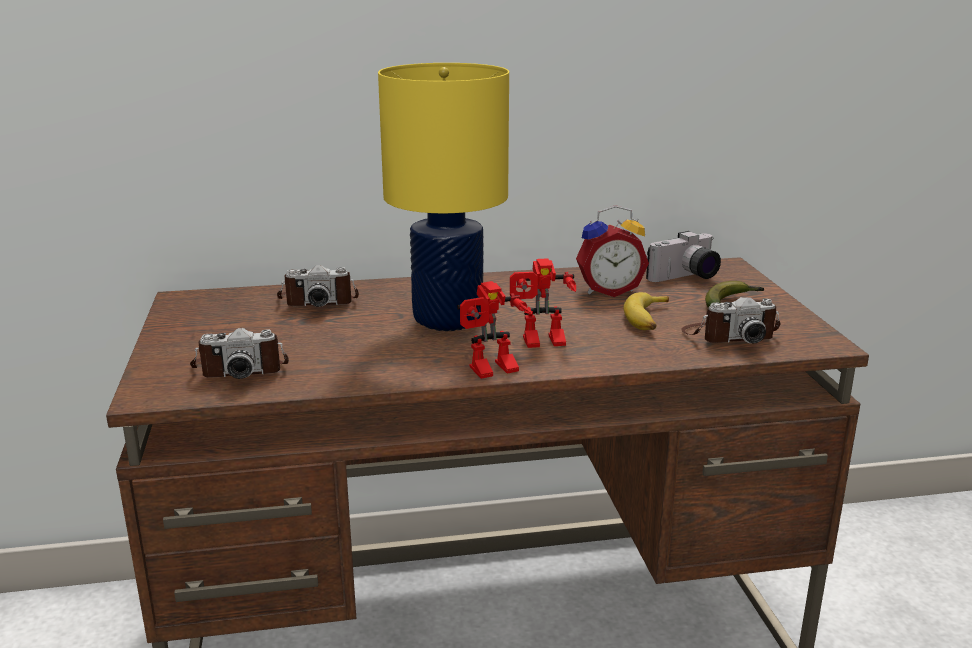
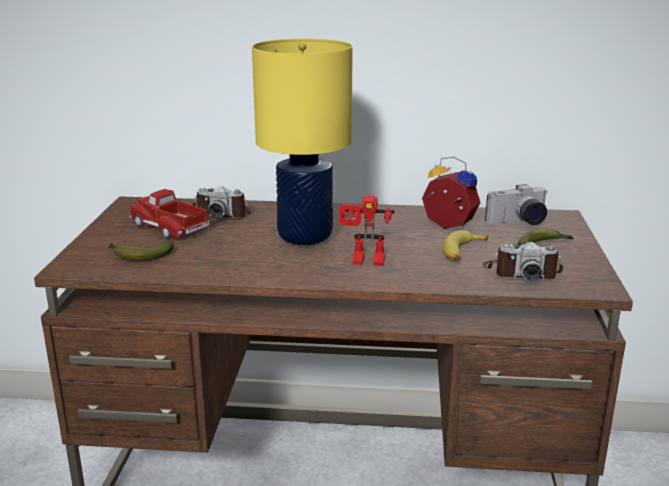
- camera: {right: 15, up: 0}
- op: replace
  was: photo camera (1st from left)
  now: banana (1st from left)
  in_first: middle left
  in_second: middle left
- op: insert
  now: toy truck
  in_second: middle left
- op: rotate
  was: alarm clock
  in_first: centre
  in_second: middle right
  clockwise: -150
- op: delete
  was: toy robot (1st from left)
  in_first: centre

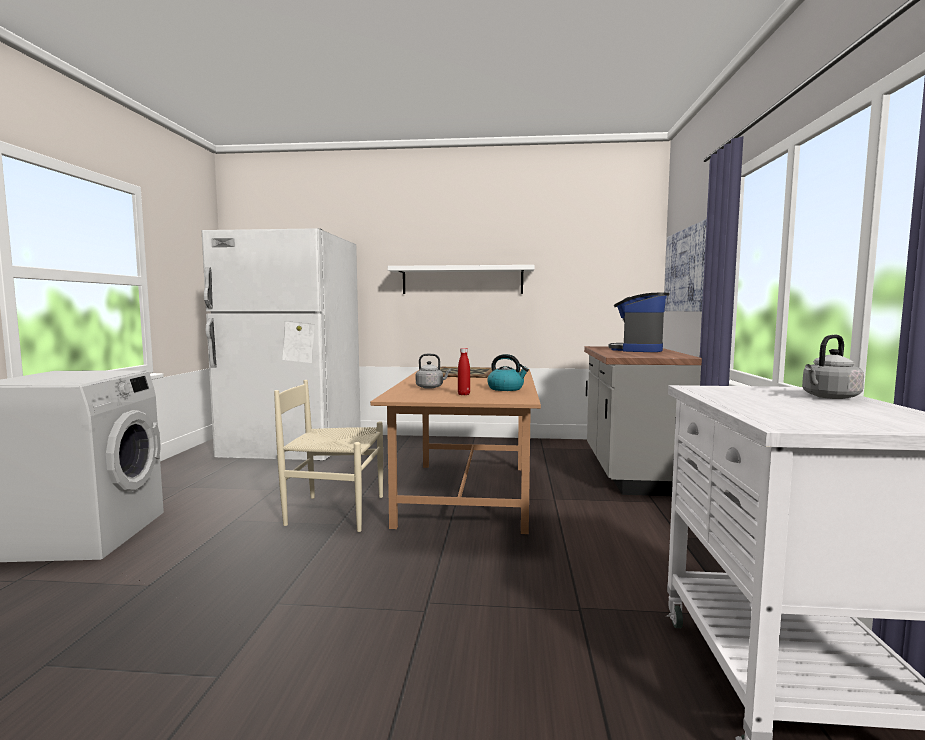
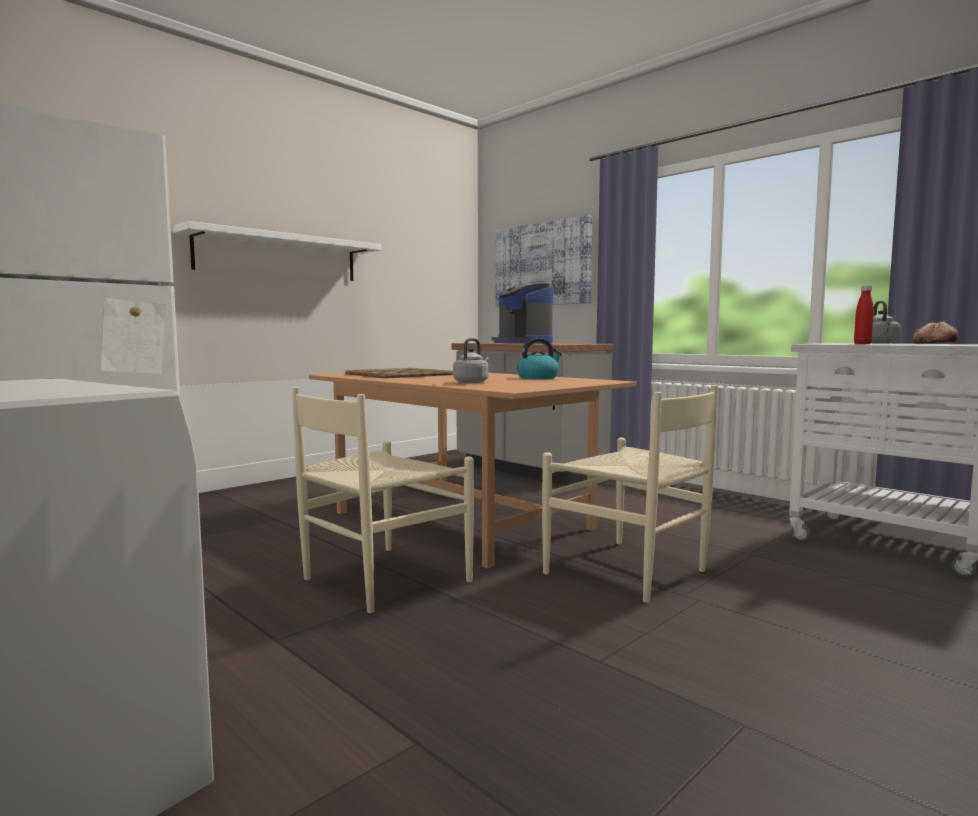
- camera: {right: -50, up: 0}
- op: insert
  now: beige chair (2nd from left)
  in_second: centre
- op: move
  was: red bottle
  in_first: centre
  in_second: middle right
- op: insert
  now: bread
  in_second: middle right

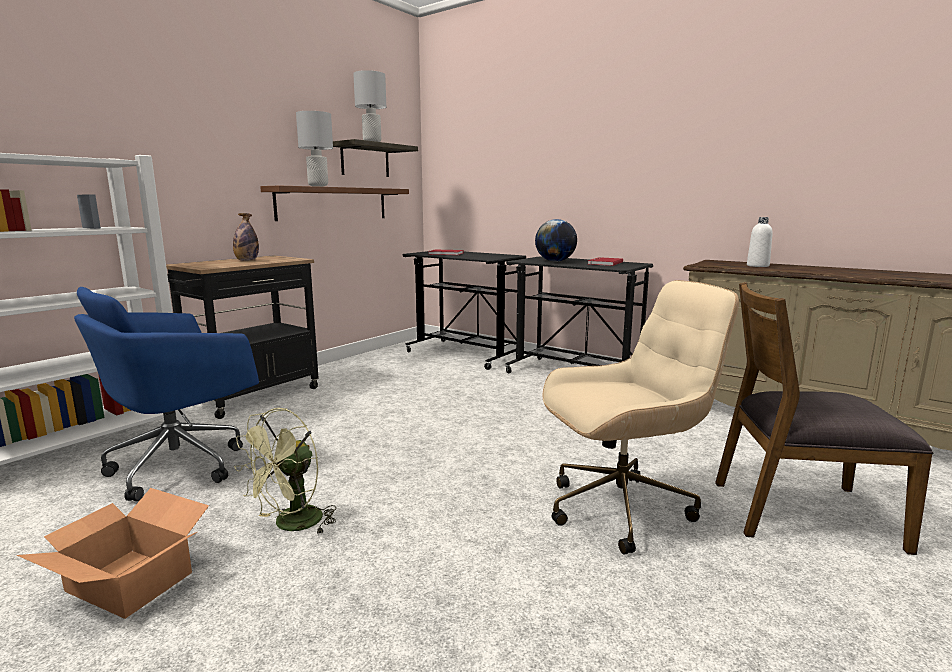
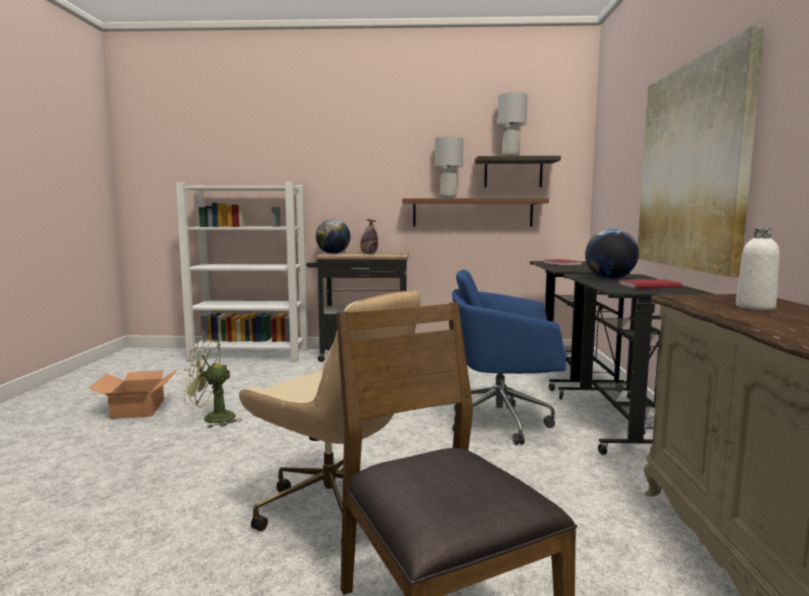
- camera: {right: 55, up: -5}
- op: insert
  now: globe (1st from left)
  in_second: centre
- op: move
  was: blue office chair
  in_first: middle left
  in_second: centre
- op: insert
  now: picture
  in_second: top right

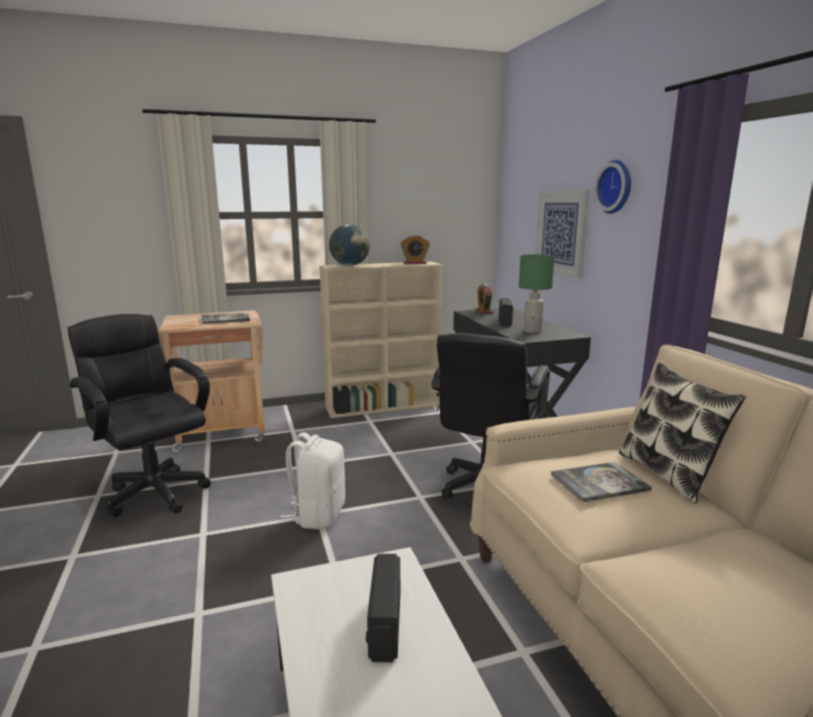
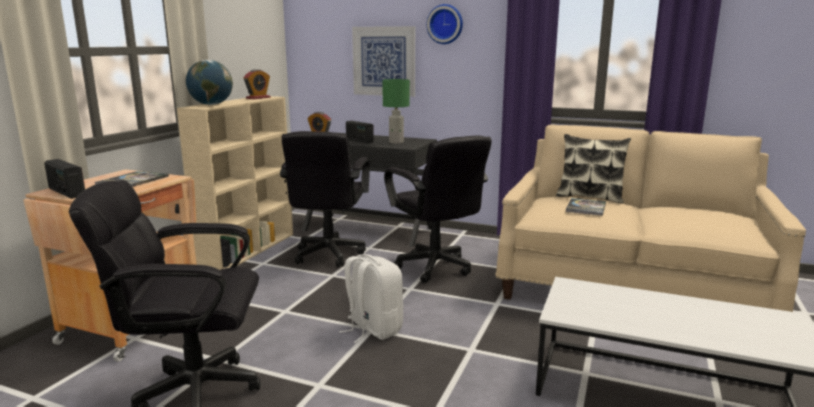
- camera: {right: -50, up: 0}
- op: move
  was: radio (1st from left)
  in_first: bottom centre
  in_second: middle left
- op: insert
  now: black office chair (2nd from left)
  in_second: centre

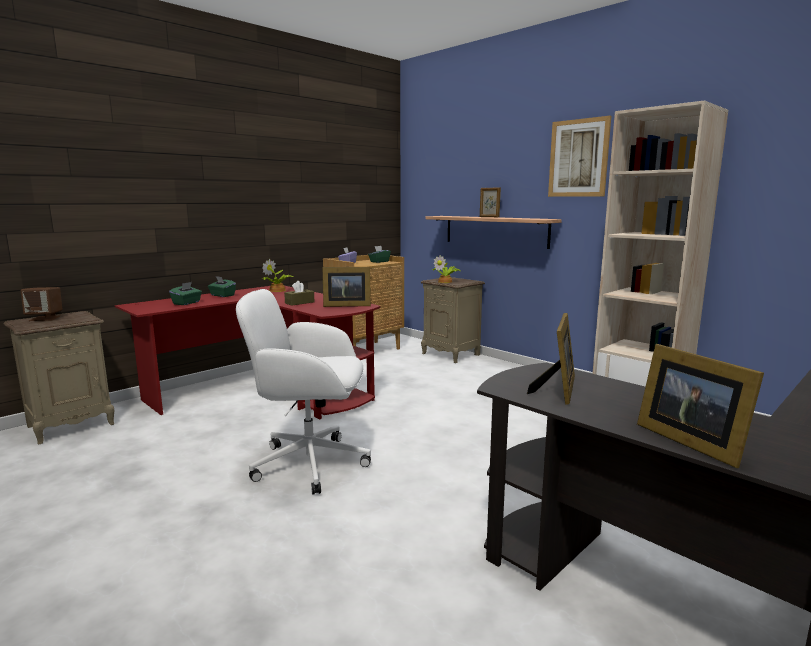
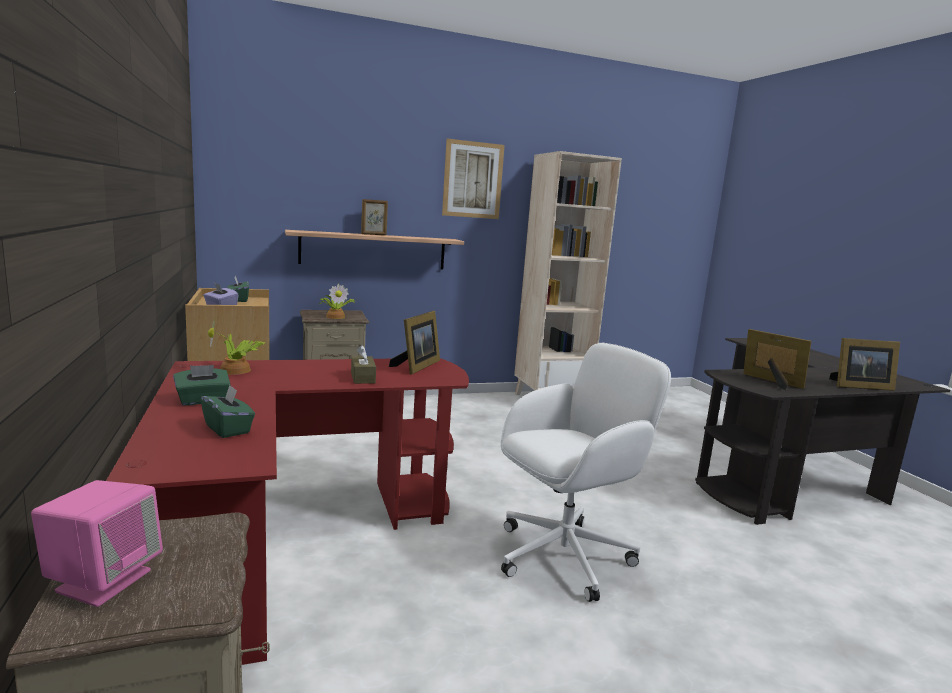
- camera: {right: -65, up: 0}
- op: recolor
  was: brown speaker
  now: pink speaker
  in_first: middle left
  in_second: bottom left
- op: rotate
  was: white office chair
  in_first: centre
  in_second: bottom centre
  clockwise: -150

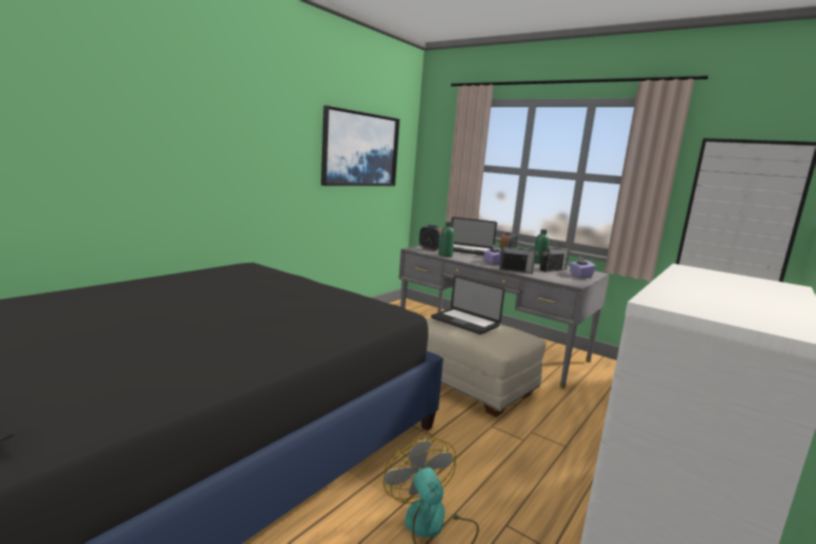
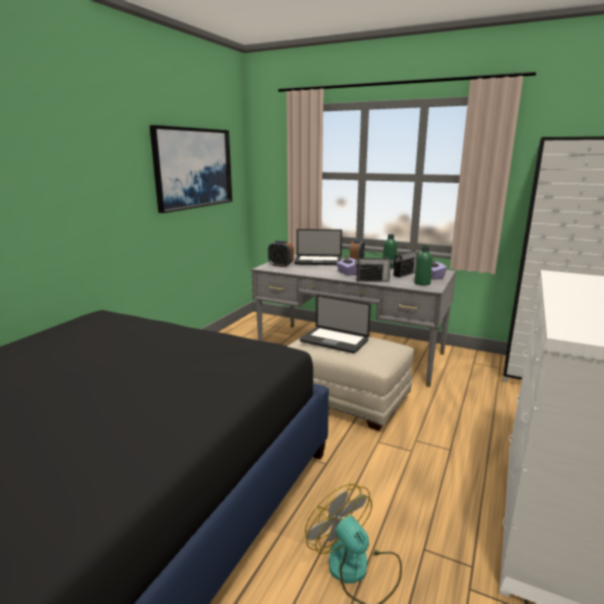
- camera: {right: -10, up: 5}
- op: move
  was: green bottle (1st from left in the first image)
  now: green bottle (2nd from left)
  in_first: centre
  in_second: middle right

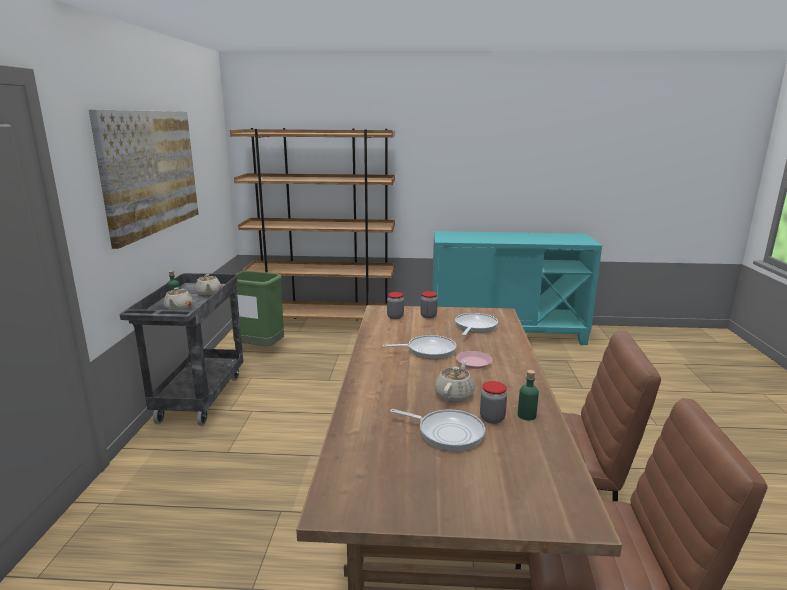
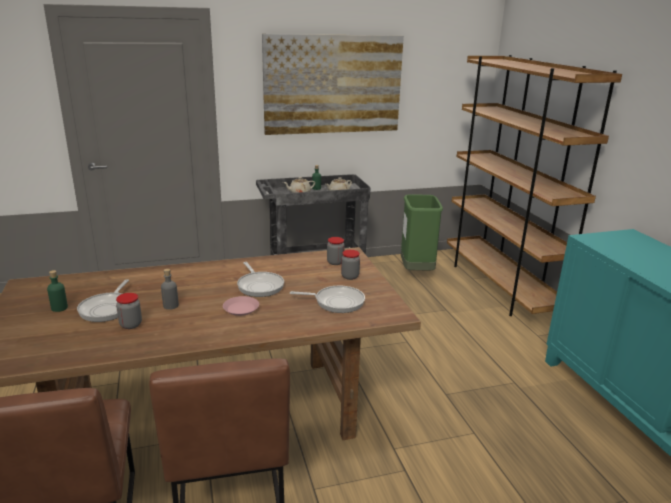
- camera: {right: 70, up: 5}
- op: move
  was: green bottle (2nd from left in the first image)
  now: green bottle (1st from left)
  in_first: bottom right
  in_second: middle left
- op: replace
  was: beige teapot (3rd from left)
  now: grey bottle
  in_first: centre
  in_second: middle left

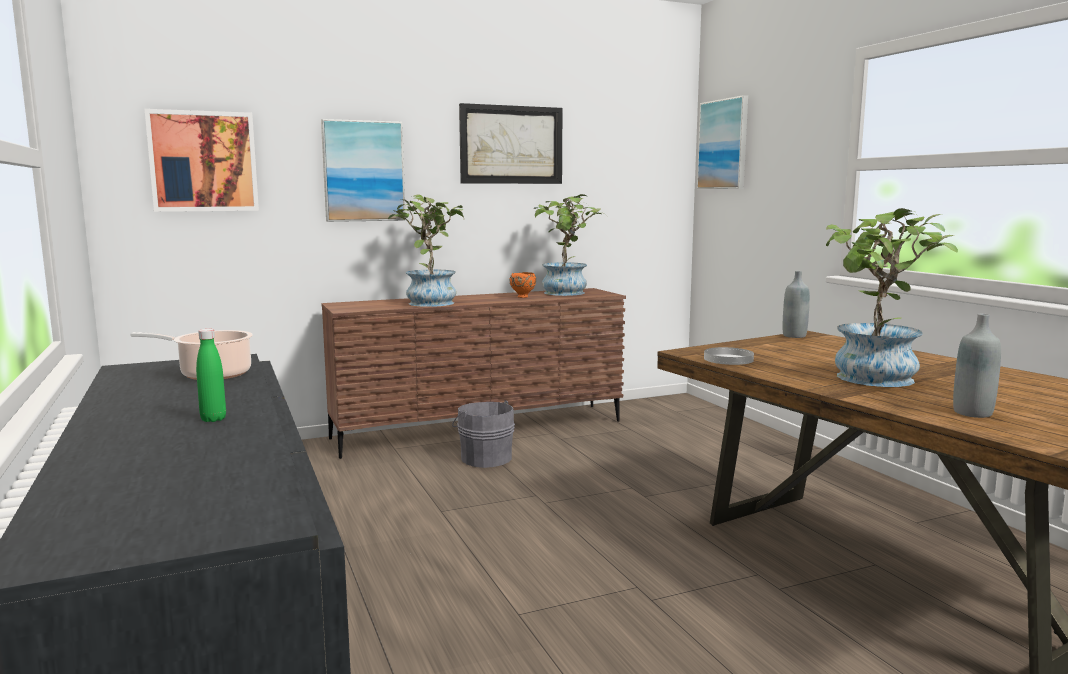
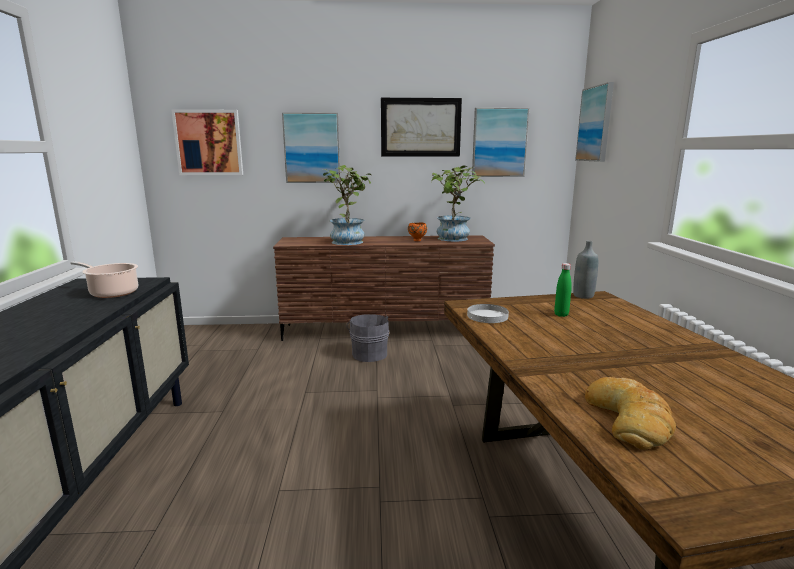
- camera: {right: 20, up: 5}
- op: insert
  now: picture (4th from left)
  in_second: top centre
- op: move
  was: green bottle
  in_first: middle left
  in_second: middle right
- op: replace
  was: grey bottle (2nd from left)
  now: bread
  in_first: middle right
  in_second: bottom right
- op: delete
  was: potted plant (3rd from left)
  in_first: middle right

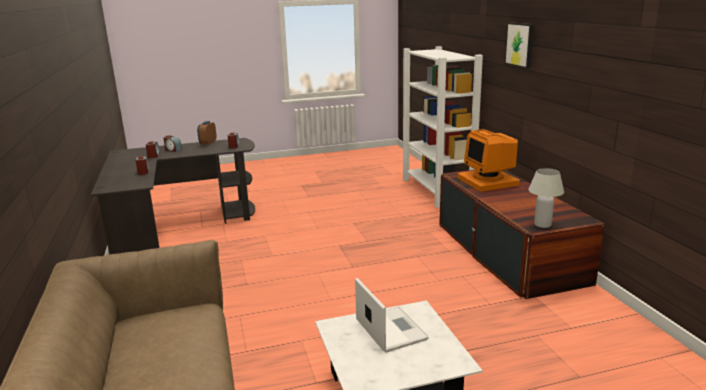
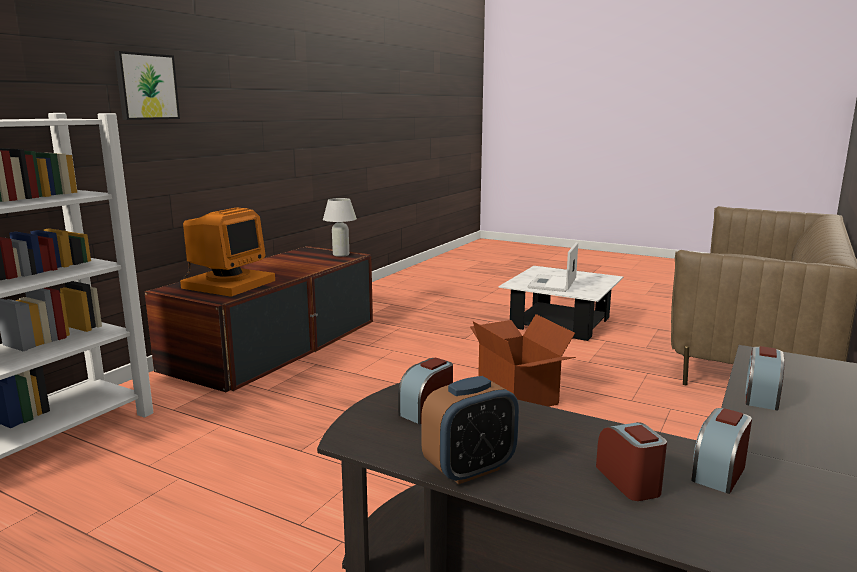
- camera: {right: -135, up: -5}
- op: insert
  now: cardboard box
  in_second: centre

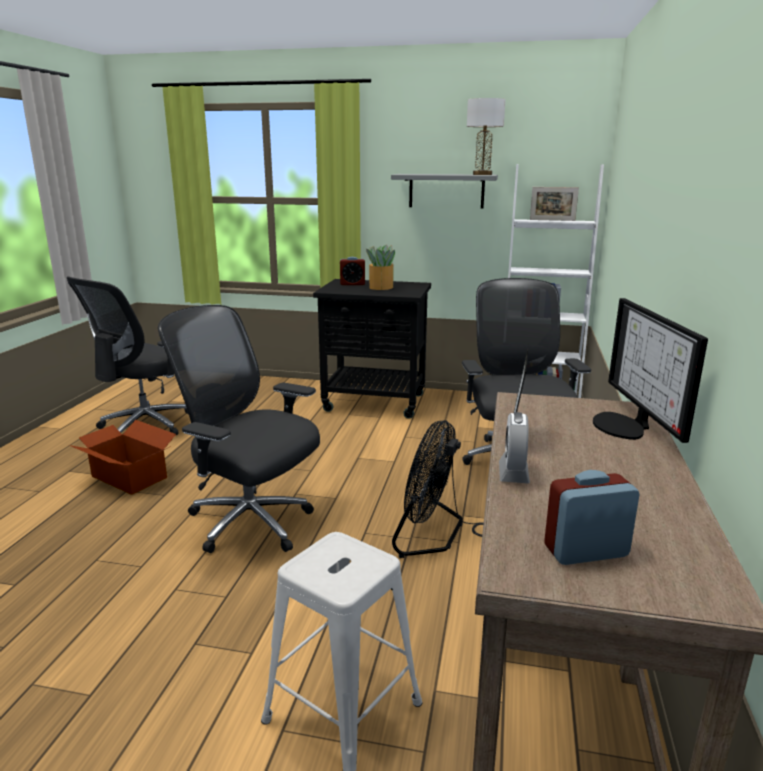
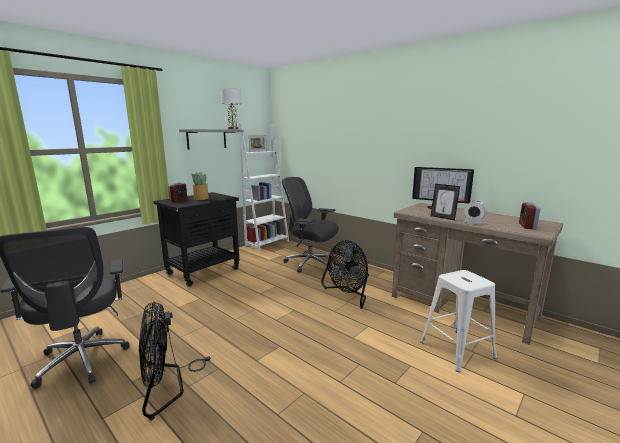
- camera: {right: -60, up: -5}
- op: replace
  was: cardboard box
  now: black fan (1st from left)
  in_first: middle left
  in_second: bottom left
- op: delete
  was: office chair (2nd from left)
  in_first: middle left

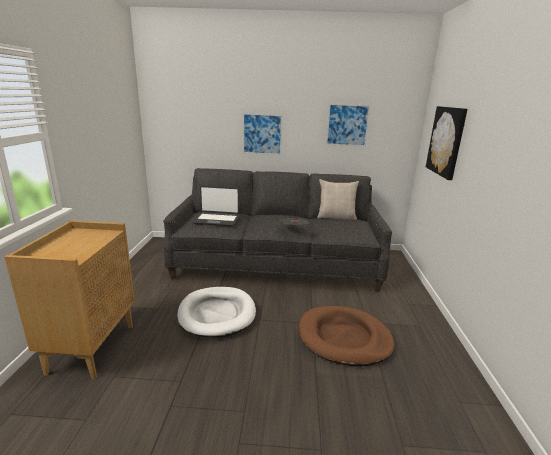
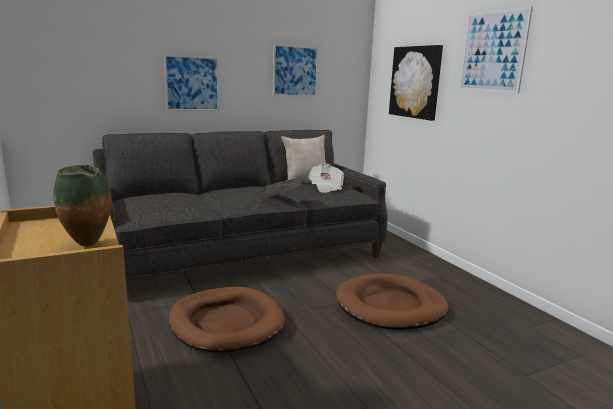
- camera: {right: -30, up: -5}
- op: insert
  now: vase
  in_second: middle left
- op: recolor
  was: white dog bed
  now: brown dog bed (1st from left)
  in_first: bottom centre
  in_second: bottom centre
- op: insert
  now: newspaper (2nd from left)
  in_second: centre
- op: insert
  now: picture (4th from left)
  in_second: top right
- op: delete
  was: laptop
  in_first: centre

